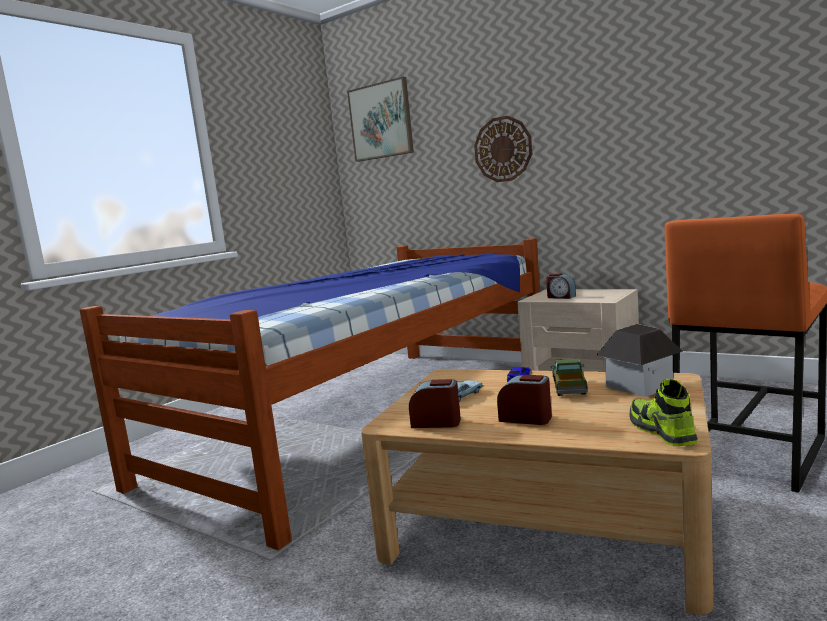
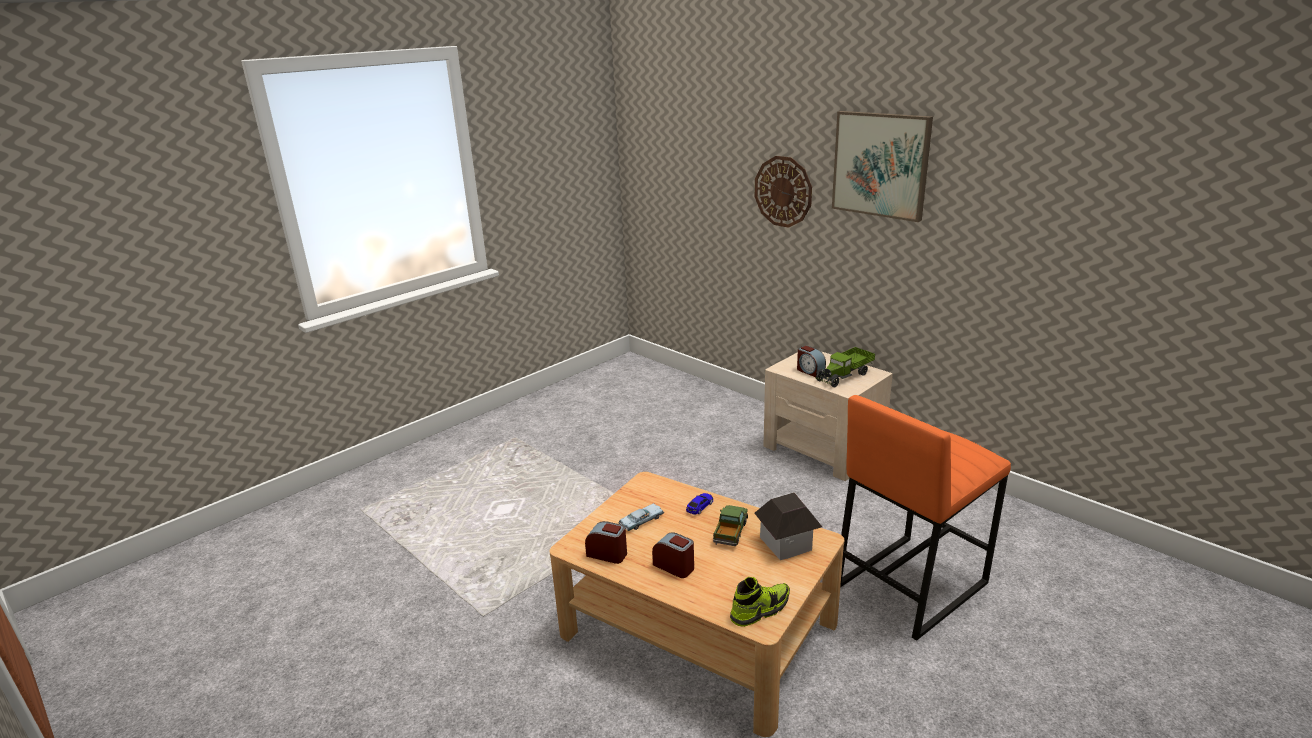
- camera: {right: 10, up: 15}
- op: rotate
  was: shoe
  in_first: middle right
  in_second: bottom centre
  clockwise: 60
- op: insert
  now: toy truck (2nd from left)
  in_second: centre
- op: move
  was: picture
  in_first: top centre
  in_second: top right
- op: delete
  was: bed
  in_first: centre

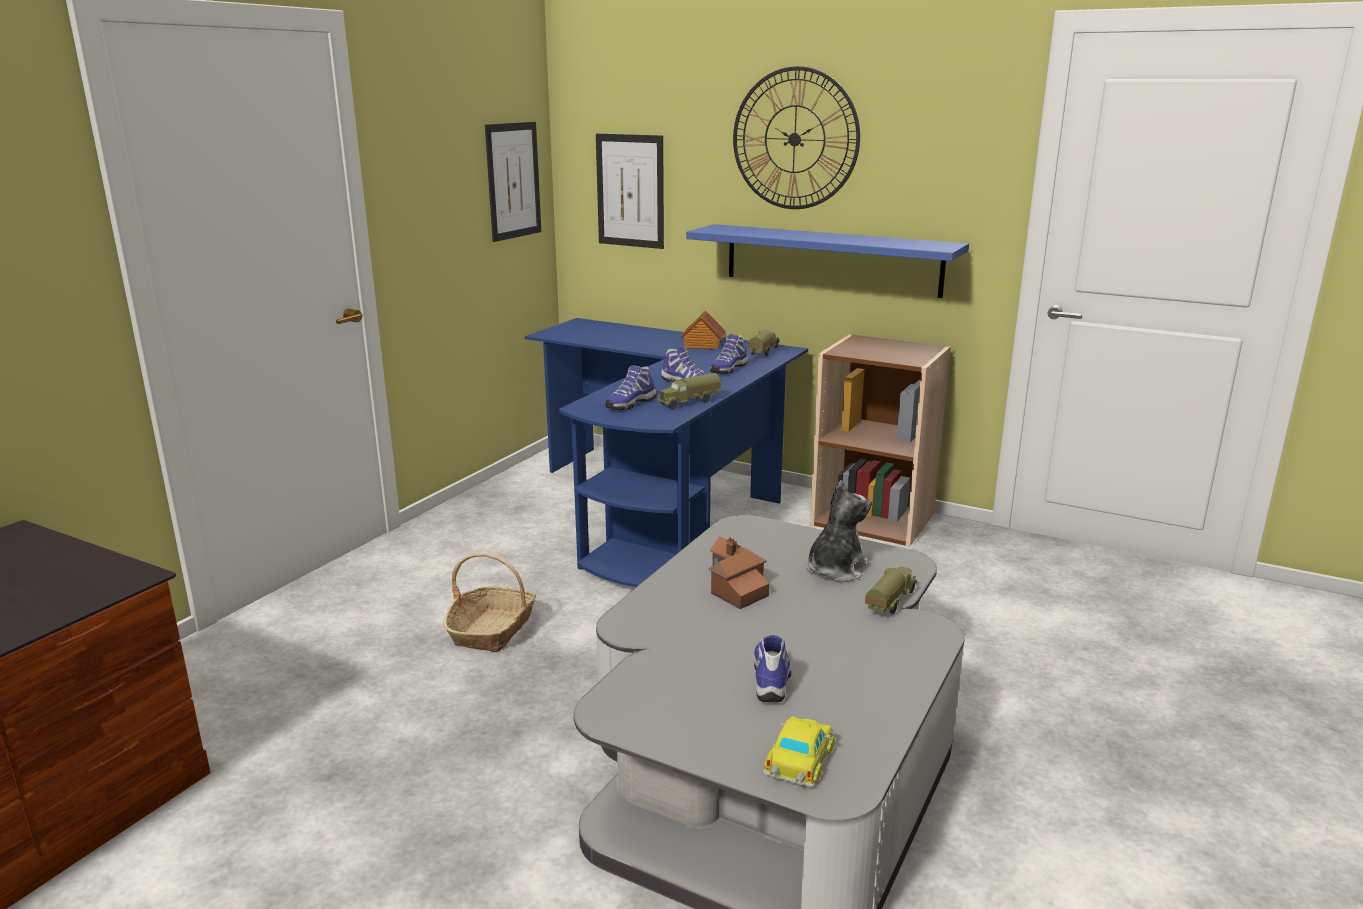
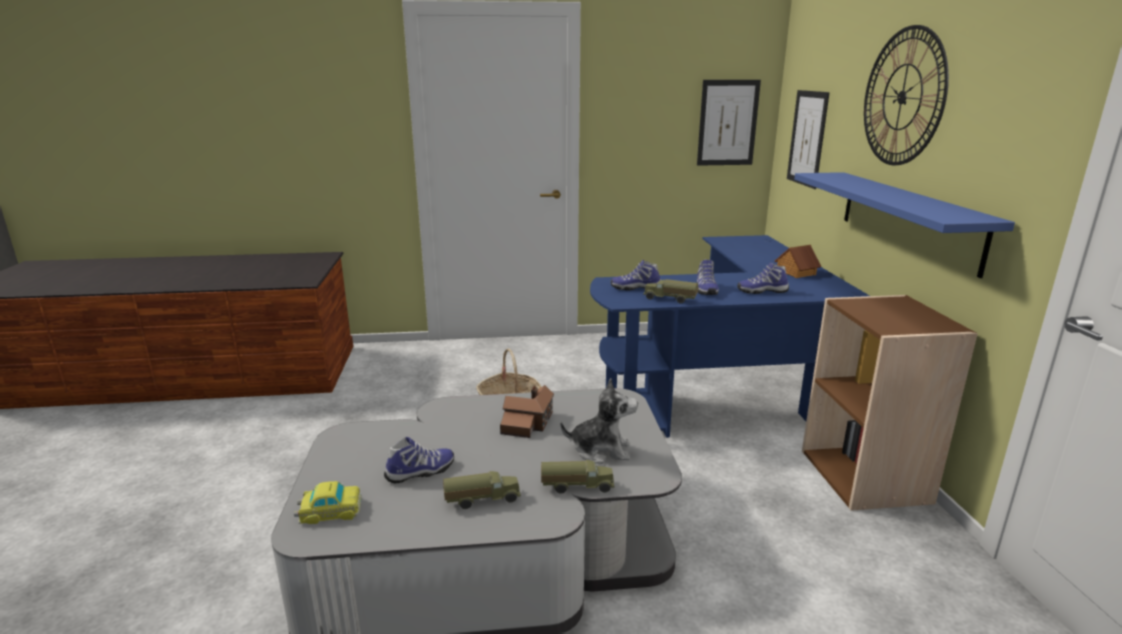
- camera: {right: 55, up: 0}
- op: move
  was: toy truck (2nd from left in the first image)
  now: toy truck (1st from left)
  in_first: centre
  in_second: bottom centre

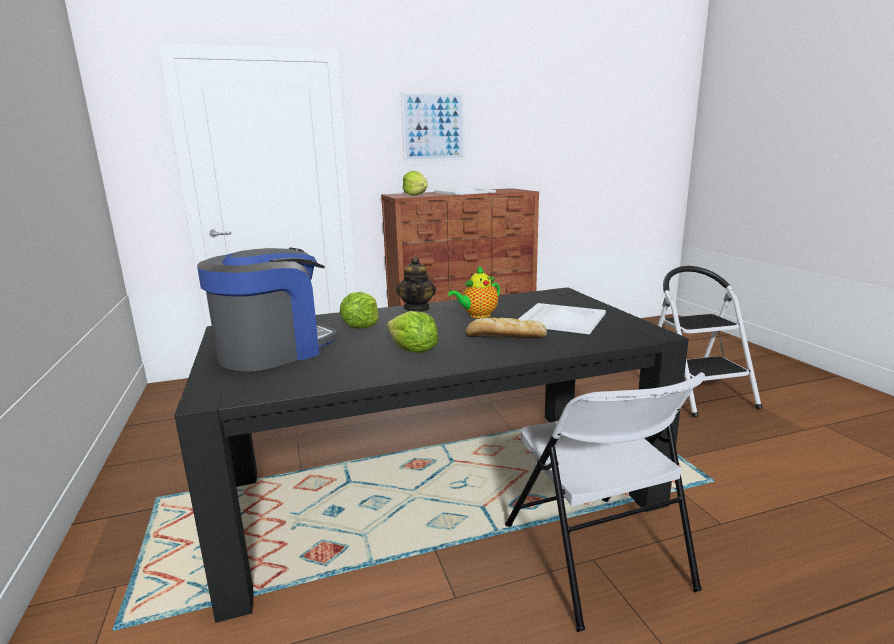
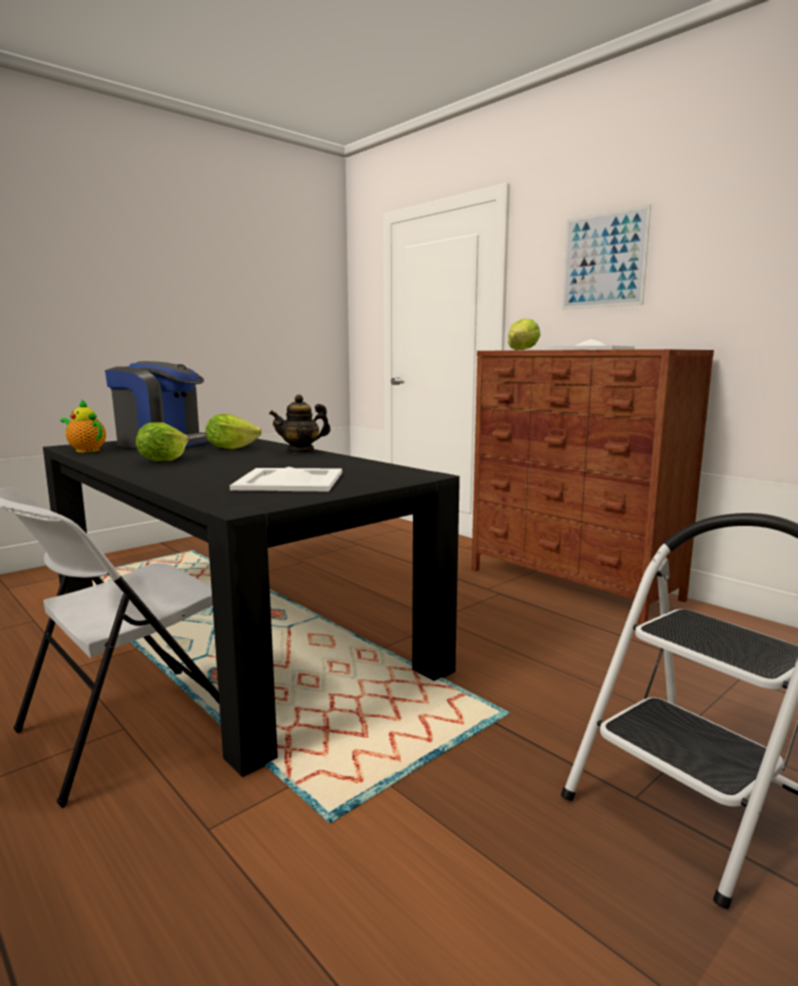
- camera: {right: 65, up: -5}
- op: move
  was: teapot (2nd from left in the first image)
  now: teapot (1st from left)
  in_first: centre
  in_second: middle left
- op: delete
  was: bread
  in_first: centre

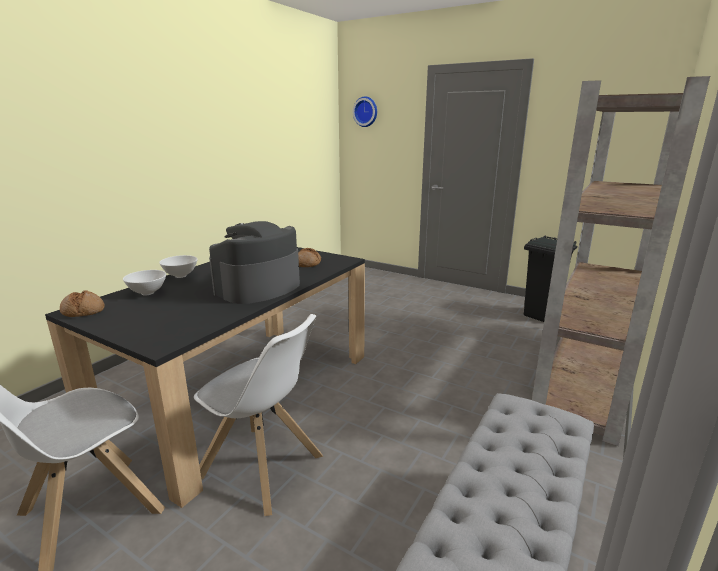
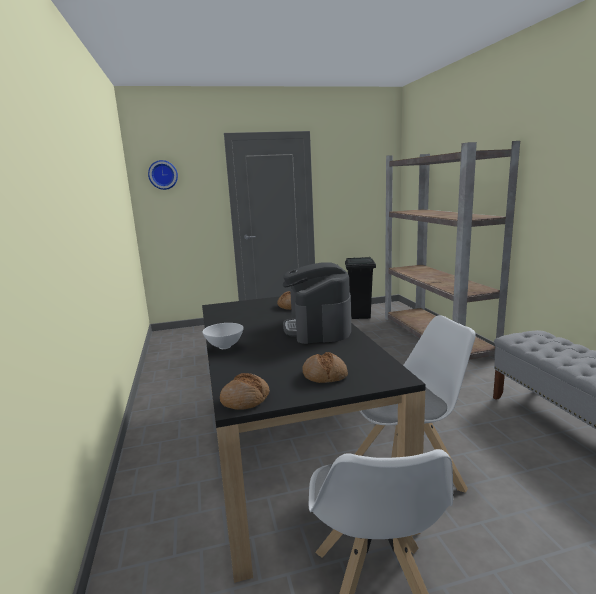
- camera: {right: -45, up: -5}
- op: insert
  now: bread (3rd from left)
  in_second: centre
- op: delete
  was: white bowl (1st from left)
  in_first: middle left

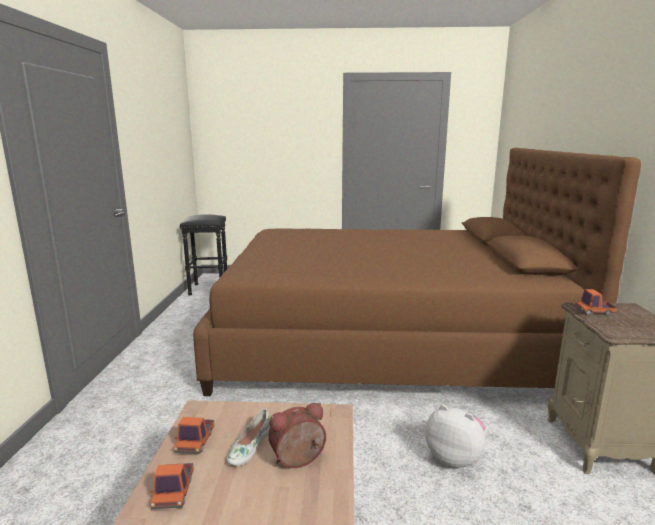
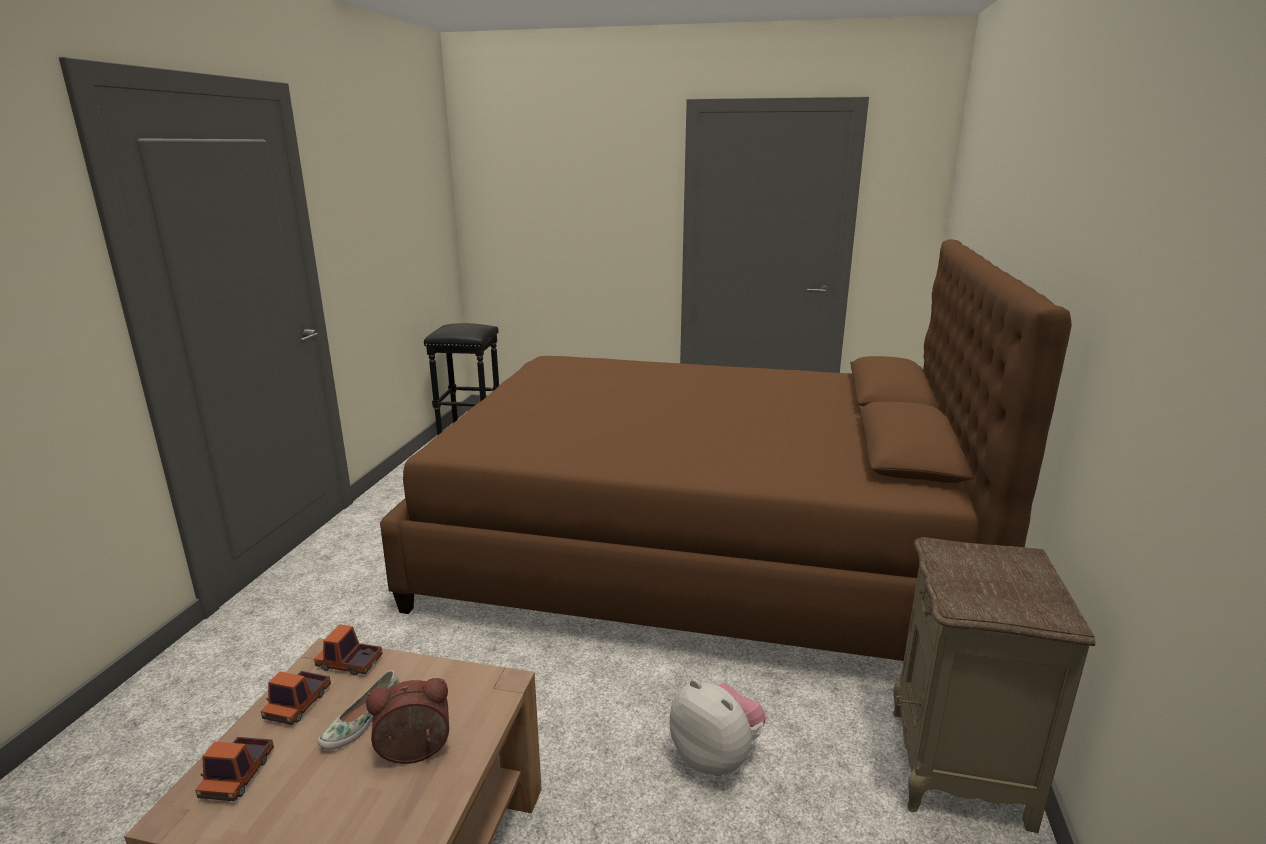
- camera: {right: 10, up: 5}
- op: move
  was: toy truck (3rd from left)
  in_first: middle right
  in_second: bottom left

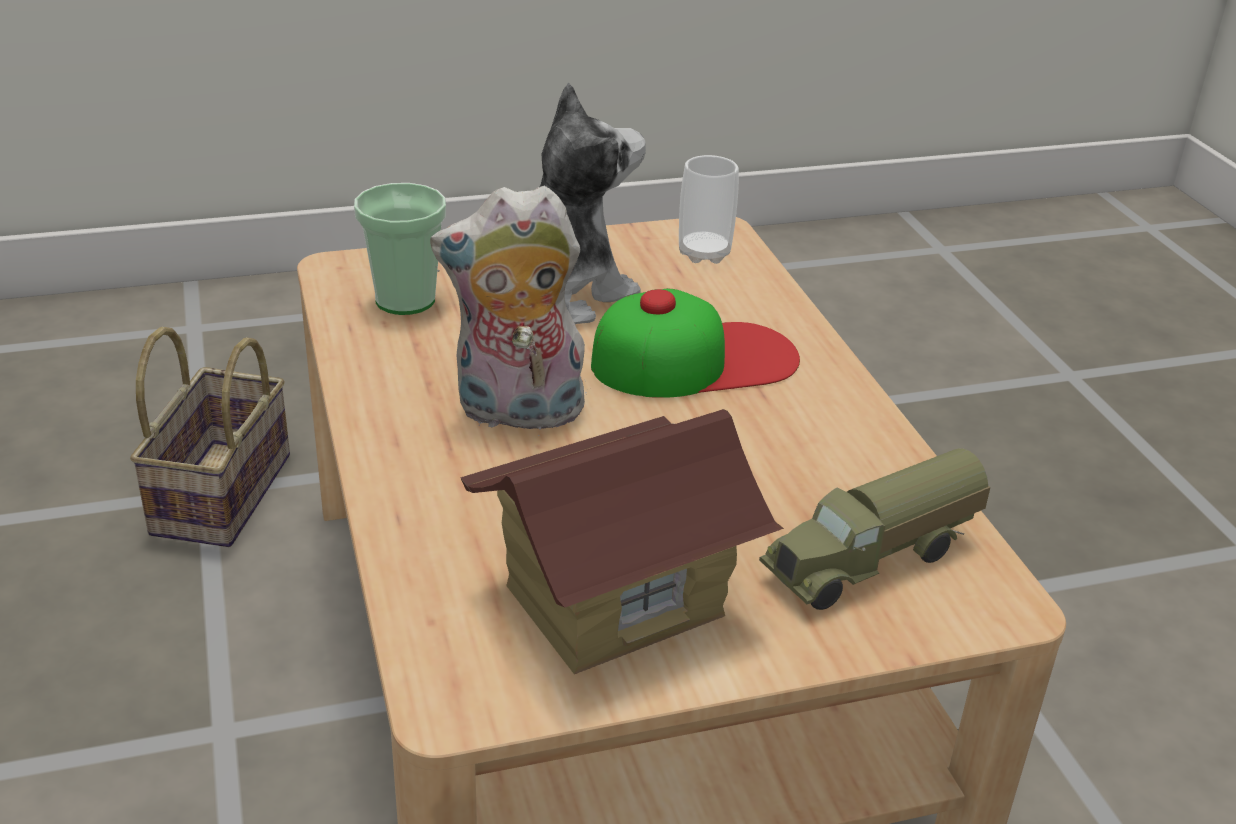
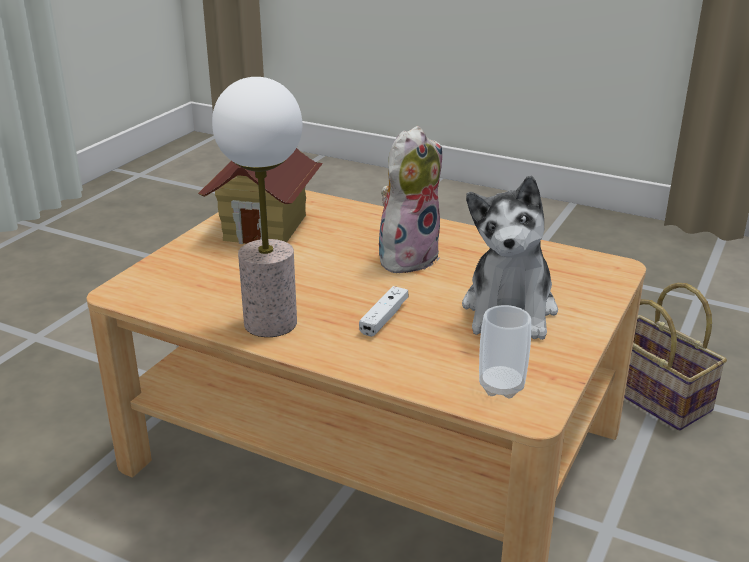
- camera: {right: 135, up: -5}
- op: insert
  now: table lamp
  in_second: centre
- op: replace
  was: cap
  now: white game controller
  in_first: centre
  in_second: centre
- op: delete
  was: cup (1st from left)
  in_first: top left
- op: delete
  was: toy truck
  in_first: middle right

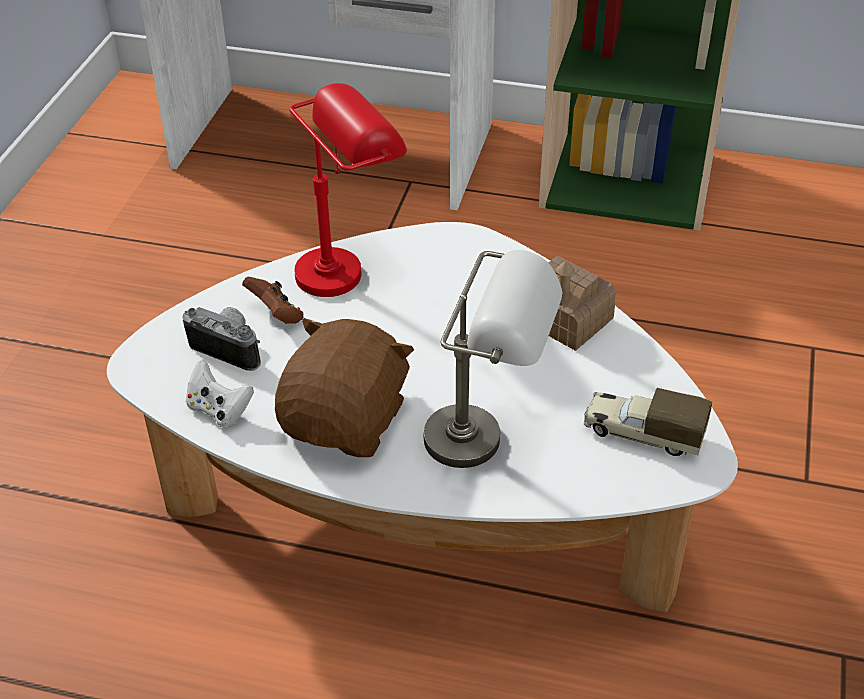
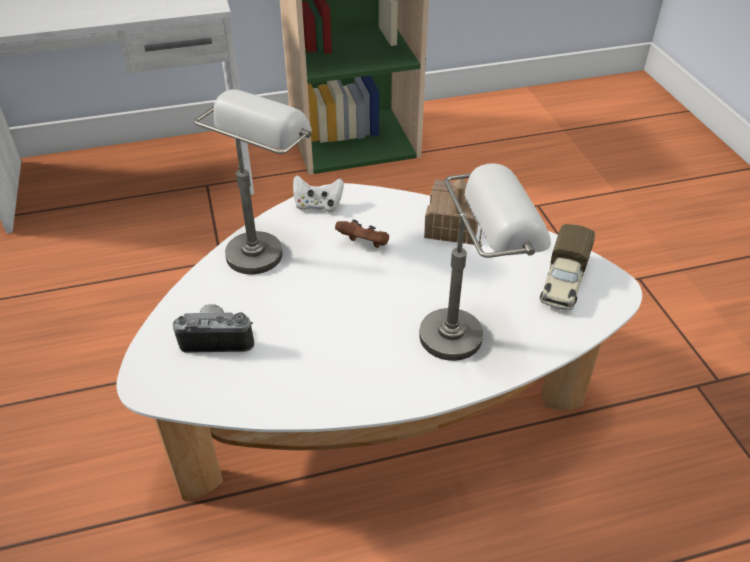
- camera: {right: -30, up: 0}
- op: recolor
  was: red table lamp
  now: grey table lamp (1st from left)
  in_first: top centre
  in_second: top centre
- op: move
  was: white game controller
  in_first: middle left
  in_second: centre
- op: move
  was: brown game controller
  in_first: middle left
  in_second: centre
- op: rotate
  was: toy truck
  in_first: middle right
  in_second: middle right
  clockwise: -60
- op: delete
  was: brown plush toy
  in_first: centre

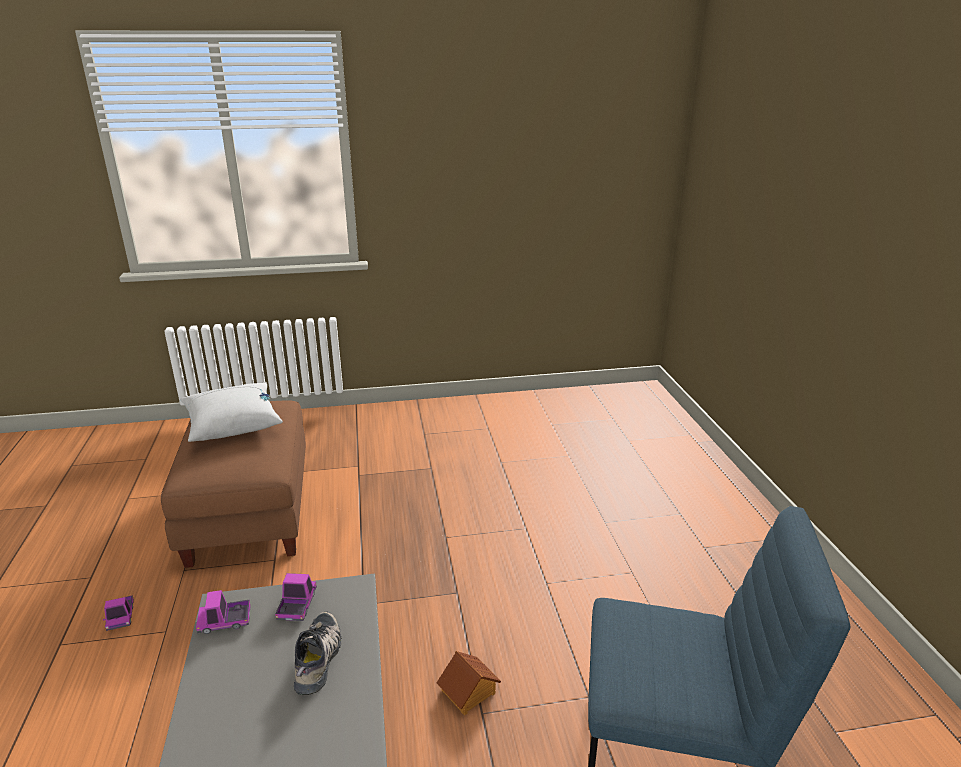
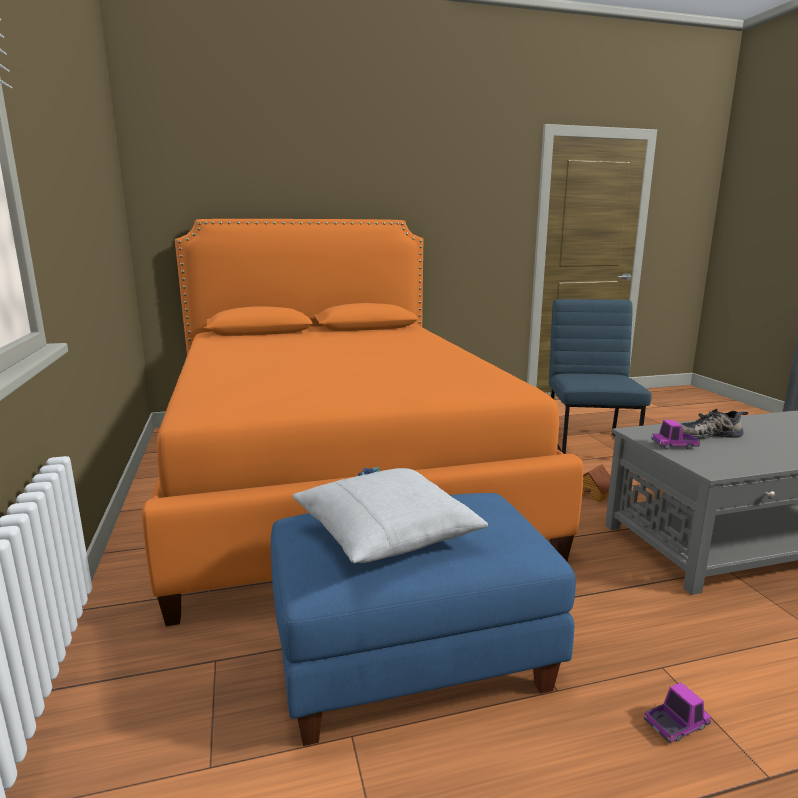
- camera: {right: -95, up: -10}
- op: insert
  now: orange bed
  in_second: centre
- op: recolor
  was: brown ottoman
  now: blue ottoman
  in_first: middle left
  in_second: bottom centre
- op: delete
  was: toy truck (2nd from left)
  in_first: bottom left

